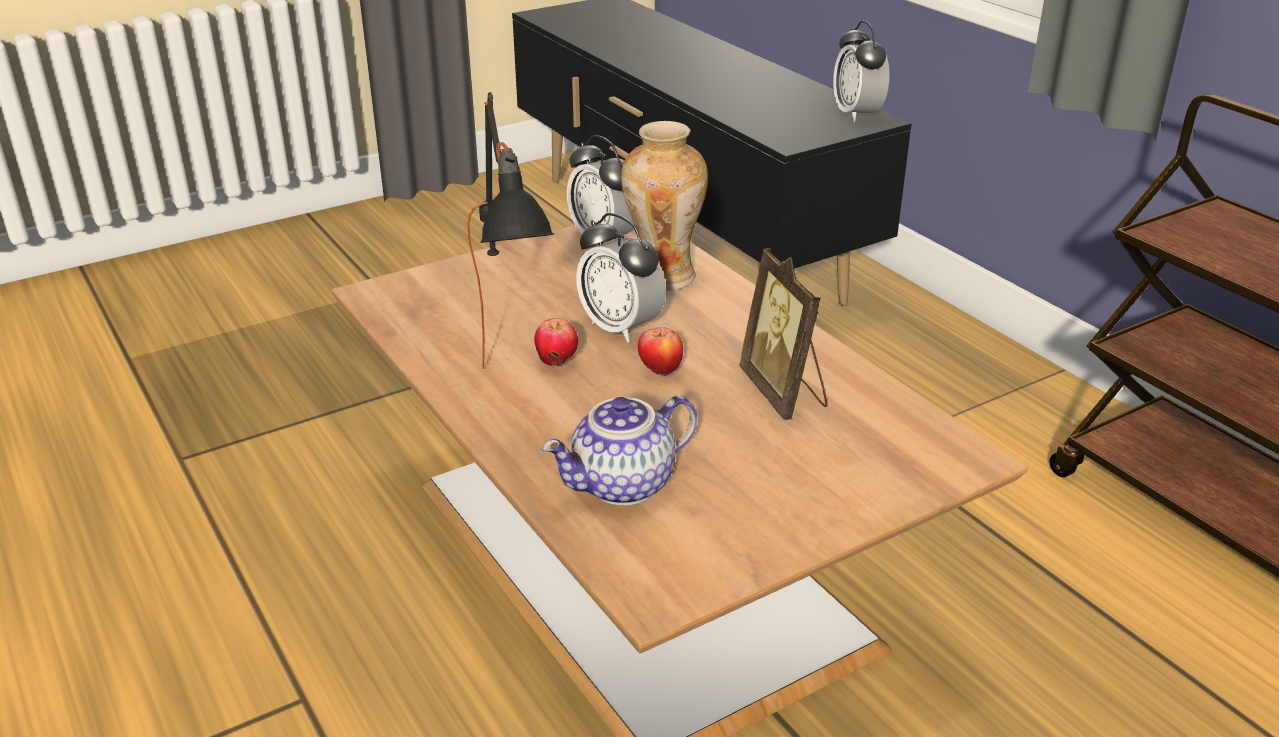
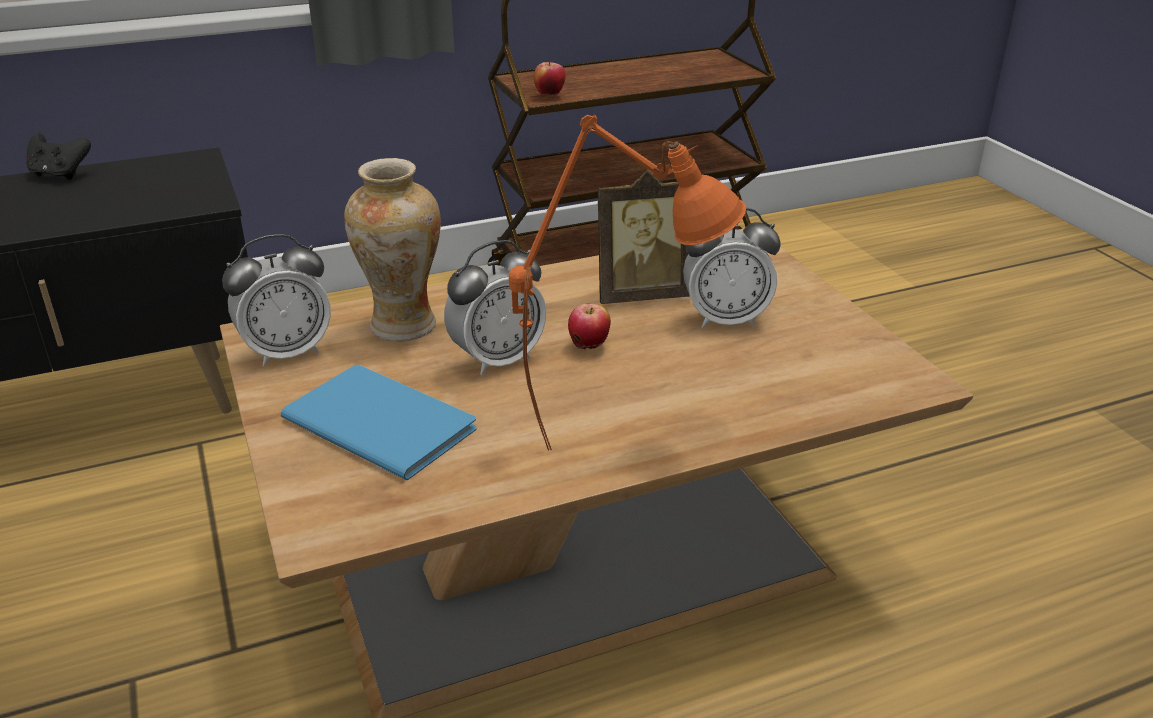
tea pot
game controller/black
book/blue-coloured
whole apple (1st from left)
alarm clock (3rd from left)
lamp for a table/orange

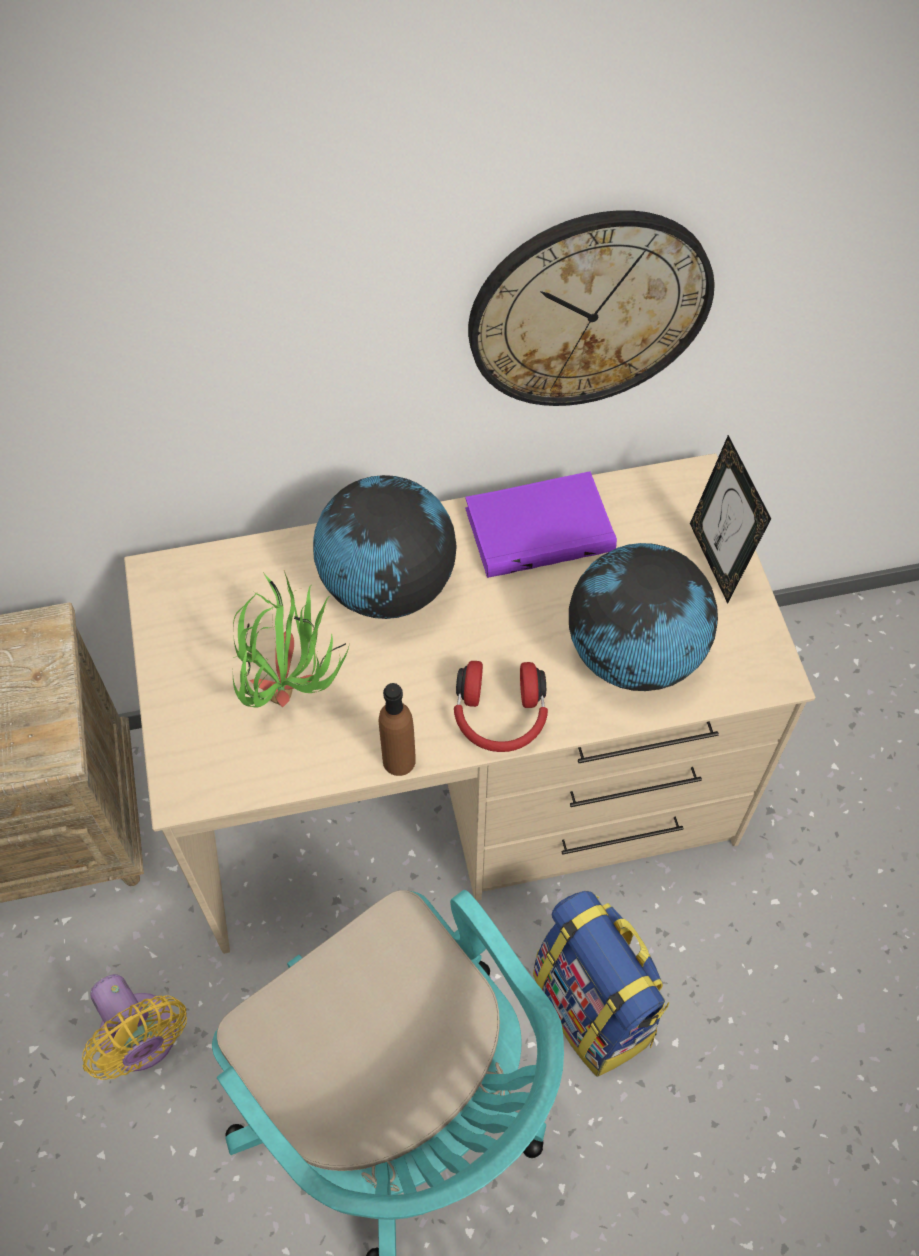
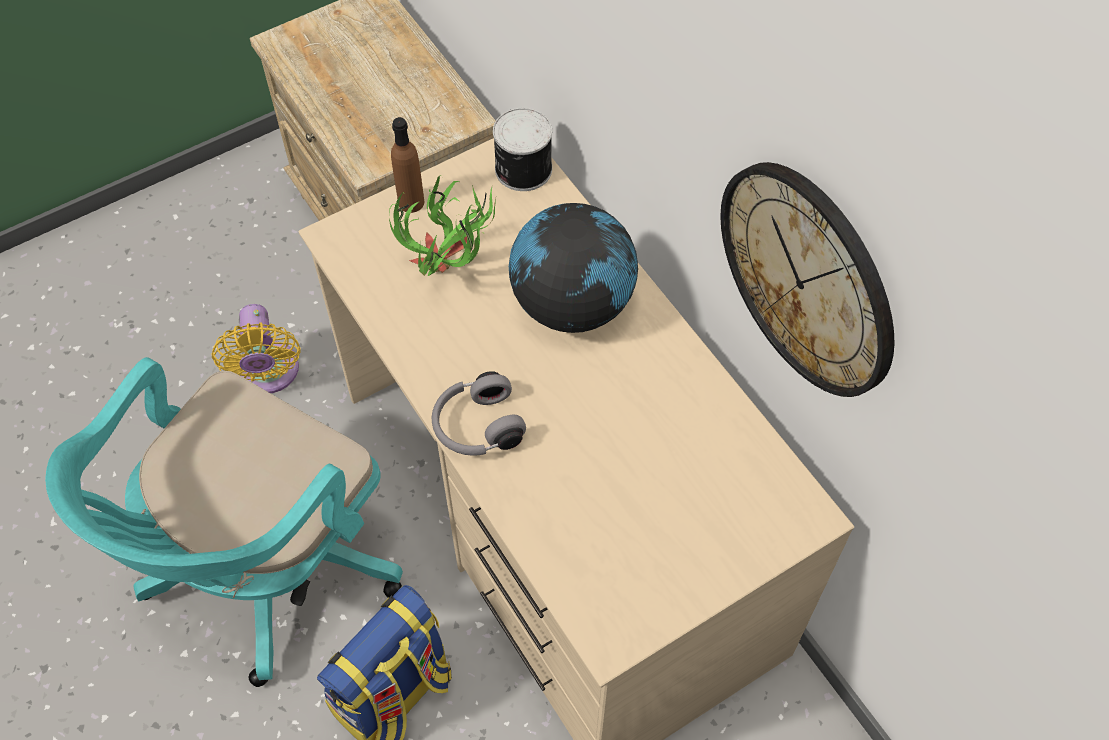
book/purplish
globe (2nd from left in the first image)
picture frame
metal can
beverage bottle/brown-coloured
pair of headphones/gray
fan/yellow-coloured

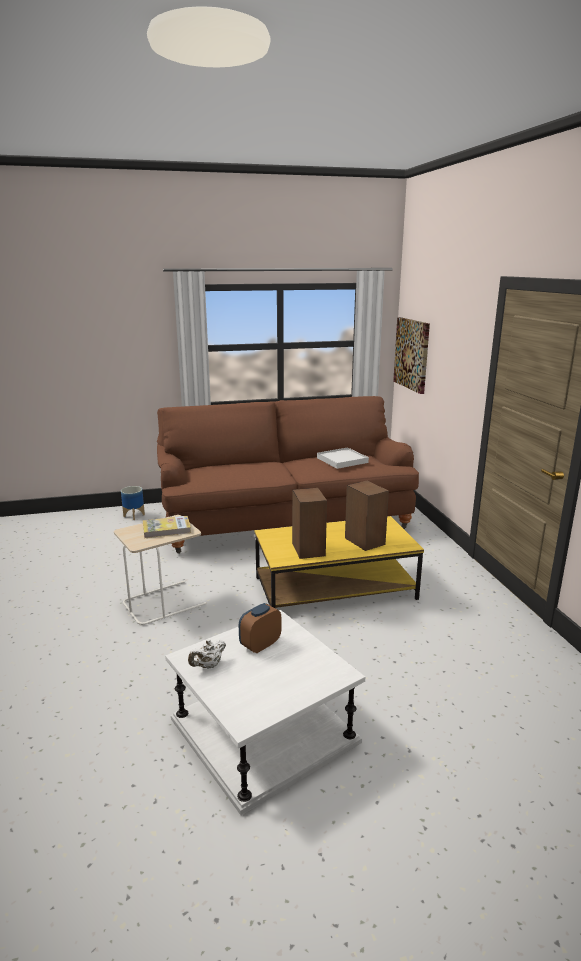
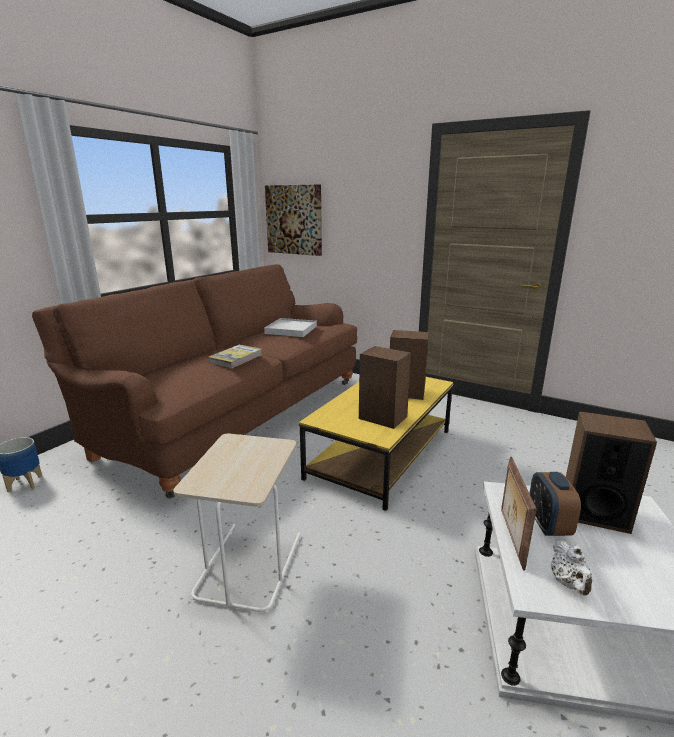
picture frame
audio speaker (3rd from left)
book

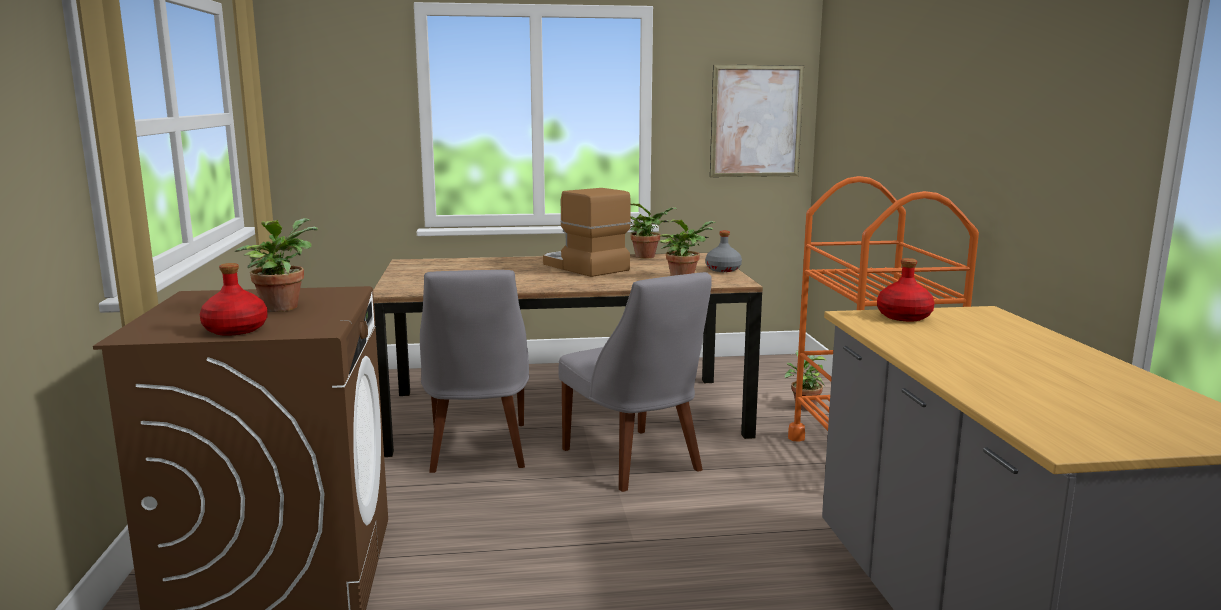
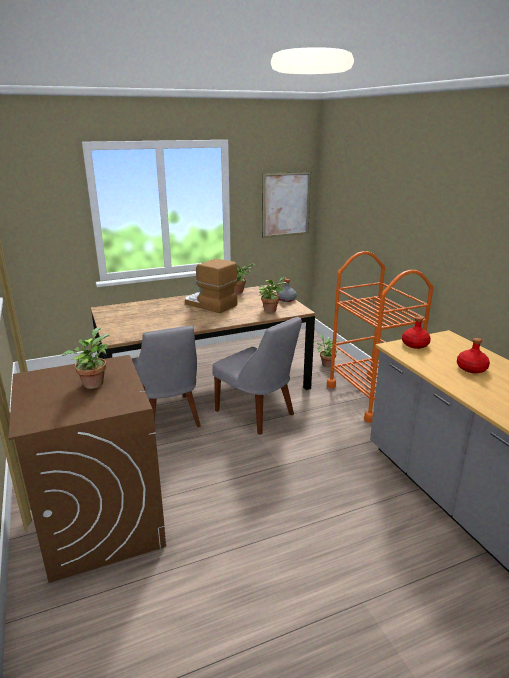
beverage bottle/red-coloured (2nd from left)

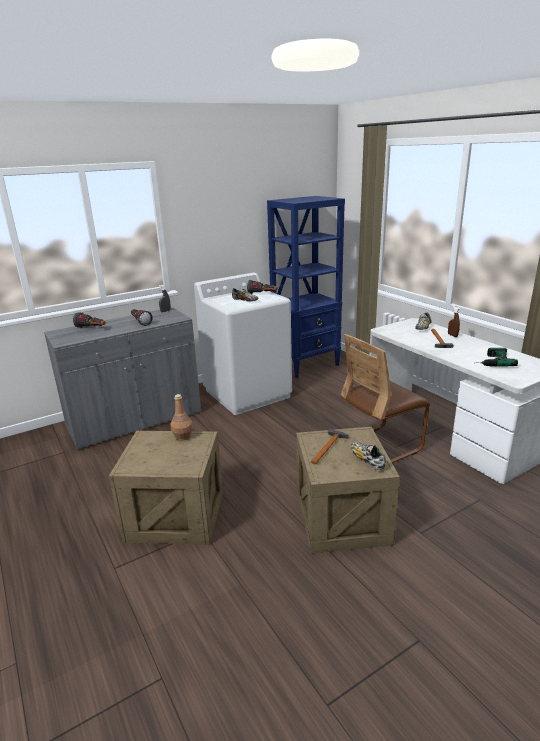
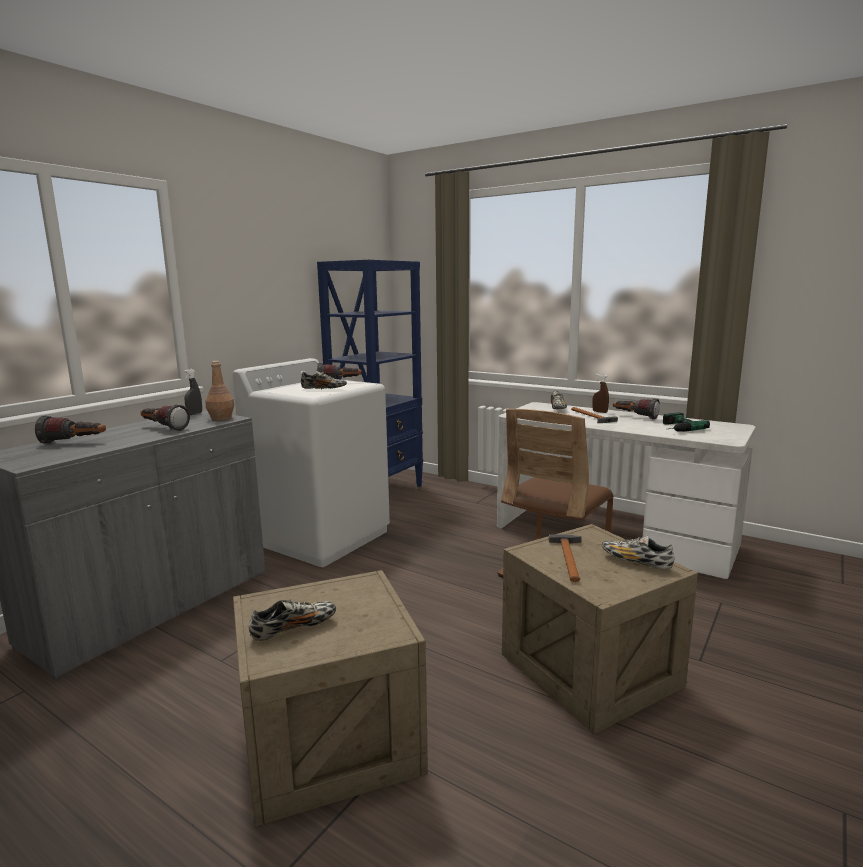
low shoe (1st from left)
hand torch (4th from left)
beverage bottle/brown-coloured

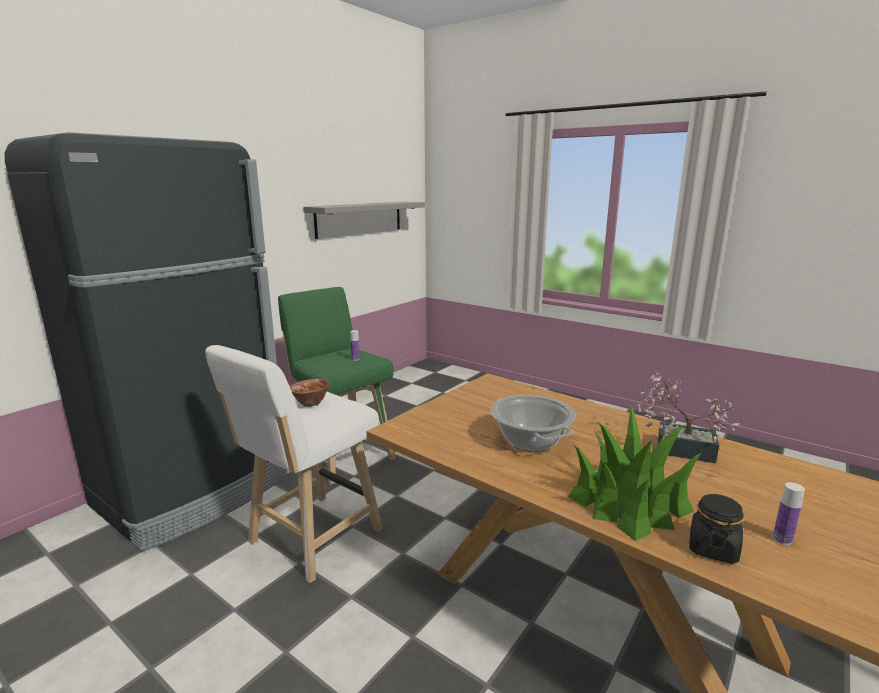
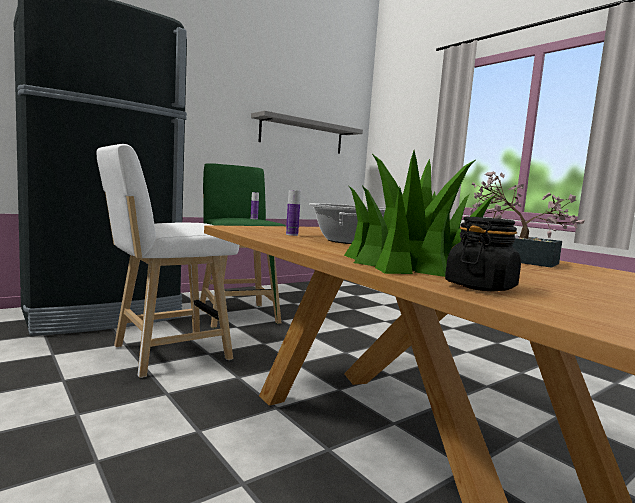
bowl
beverage bottle (2nd from left)

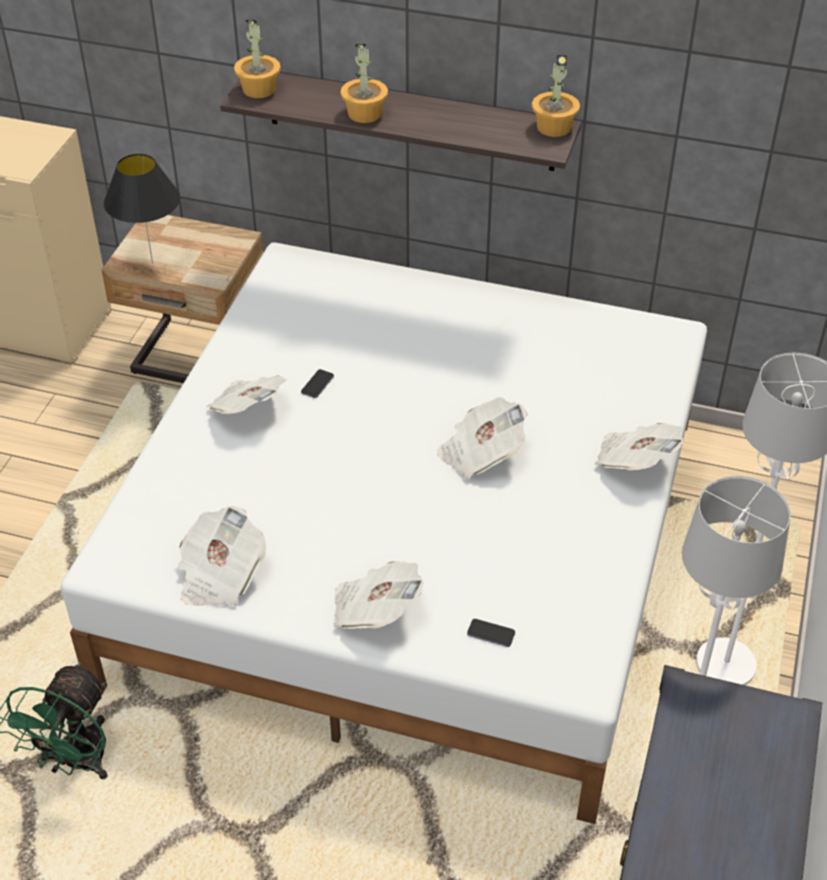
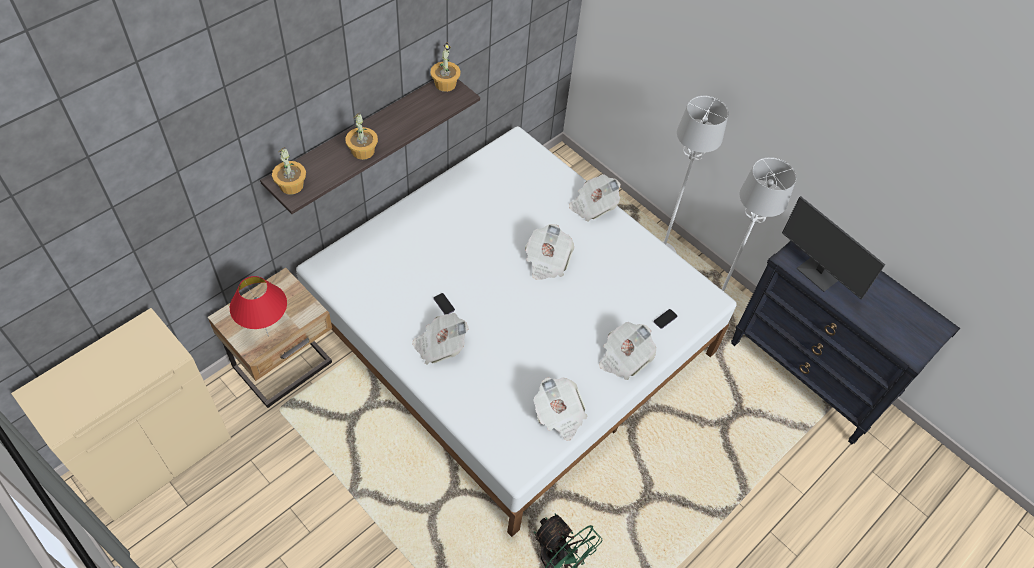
monitor
lamp for a table/red-coloured

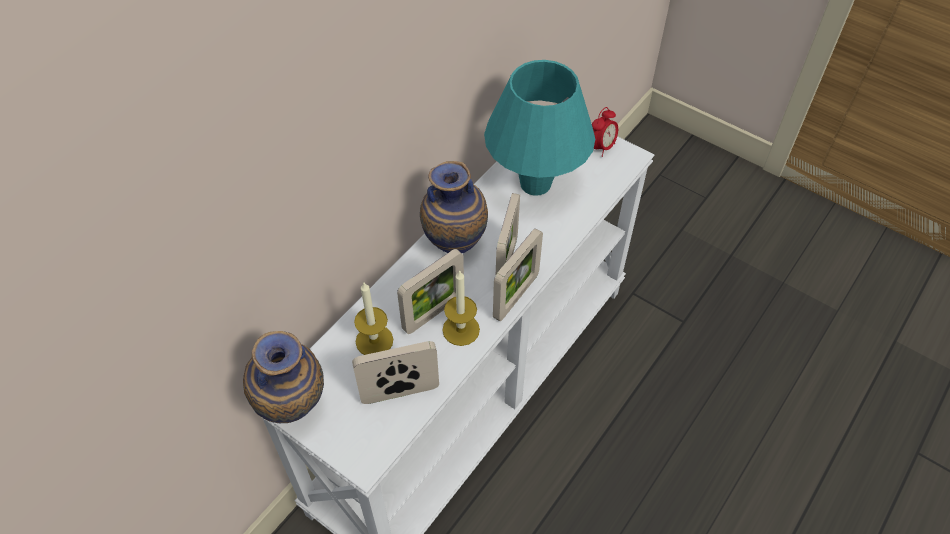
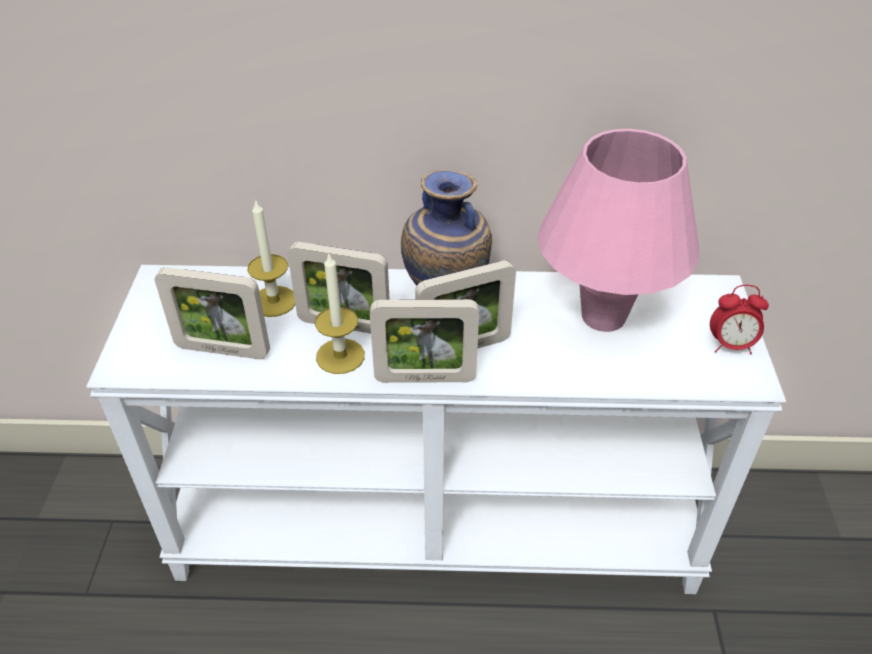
flower vase (1st from left in the first image)
lamp for a table/pink
picture frame (1st from left)

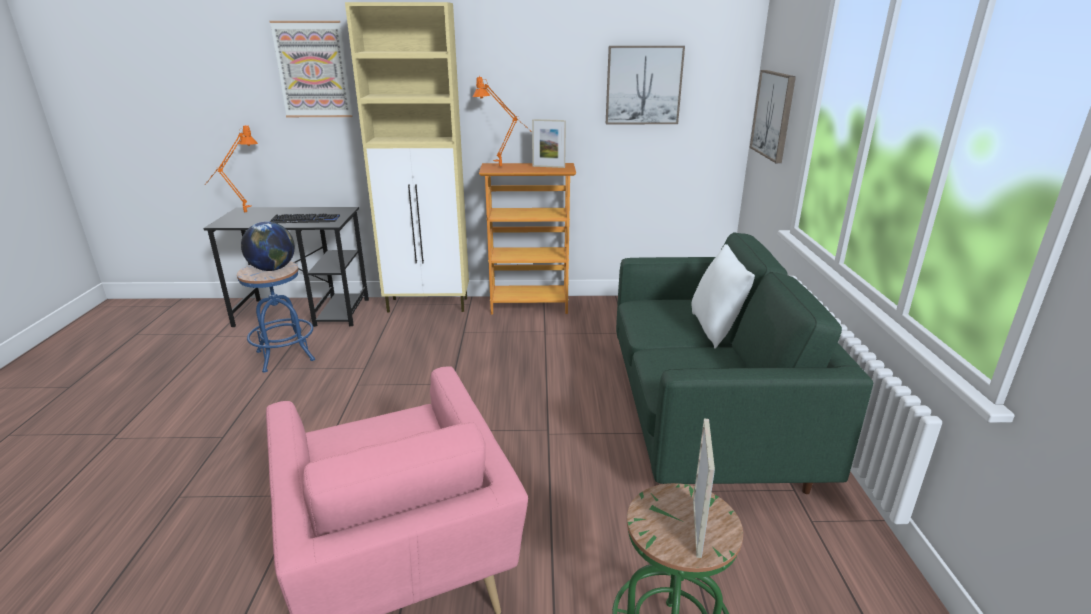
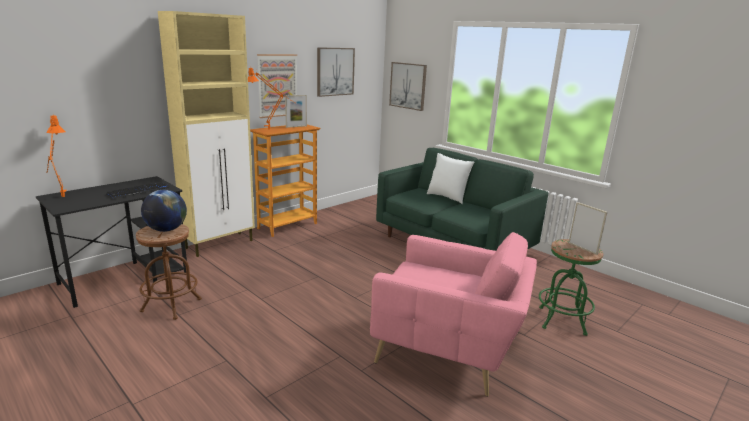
wall picture (1st from left)
stool/brown-coloured

